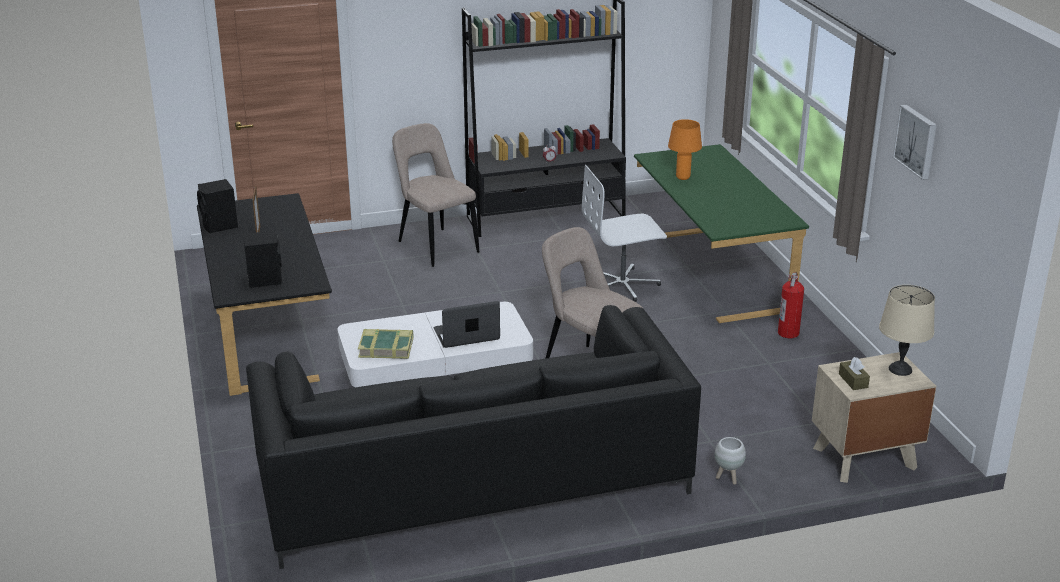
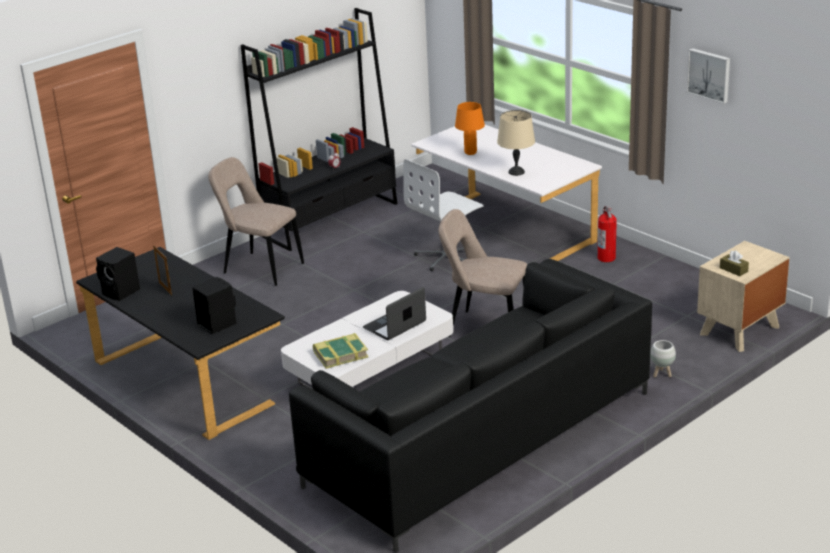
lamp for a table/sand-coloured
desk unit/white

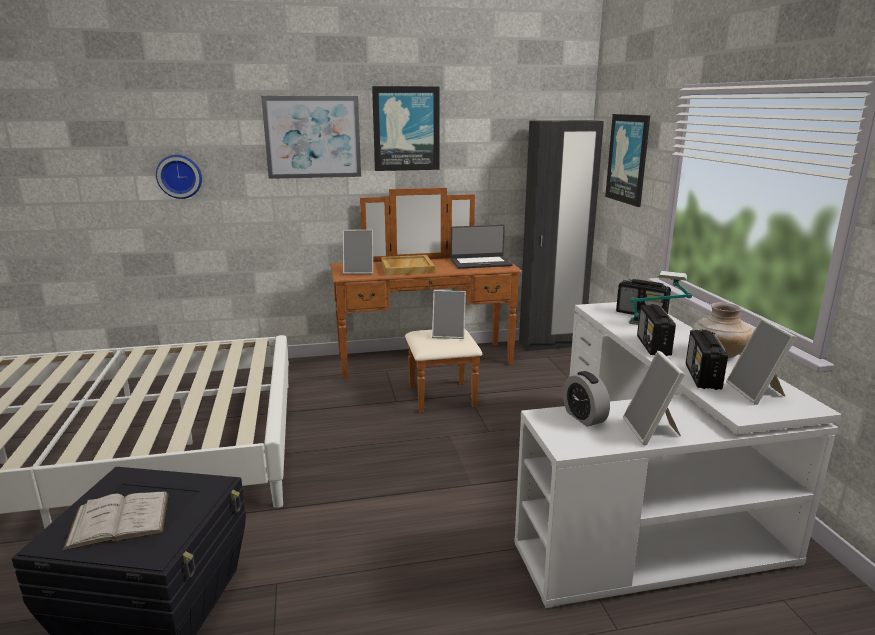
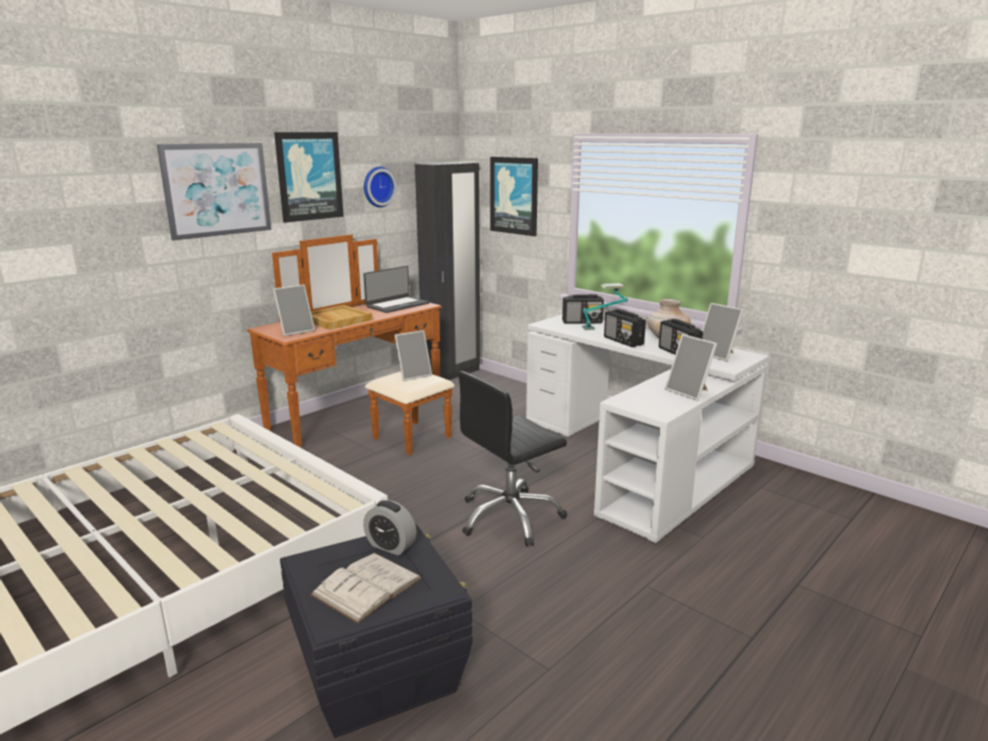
computer chair/black
wall clock
alarm clock

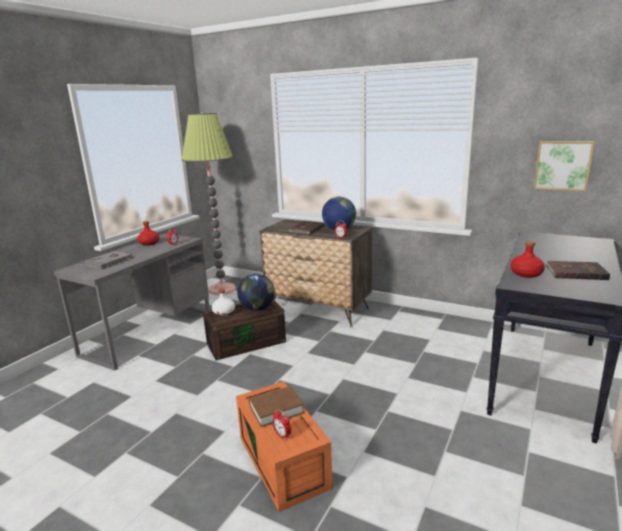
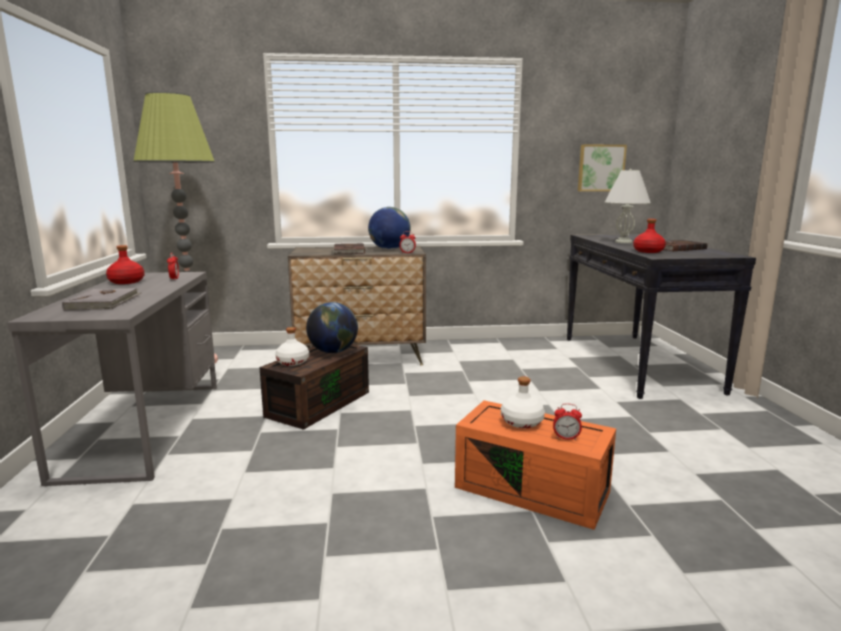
lamp for a table/white
beverage bottle/white (2nd from left)

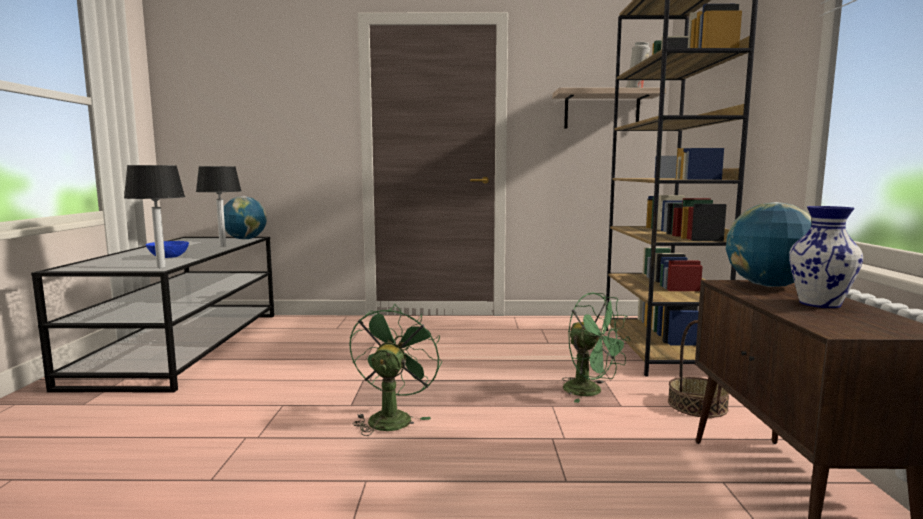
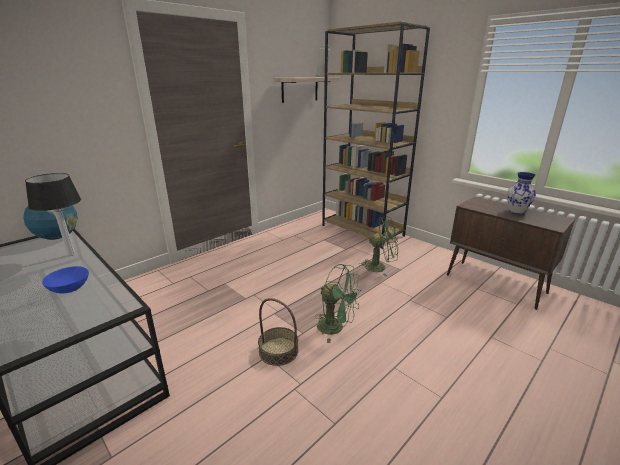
lamp for a table (1st from left in the first image)
globe (2nd from left in the first image)
household basket
fan/green-coloured (1st from left)

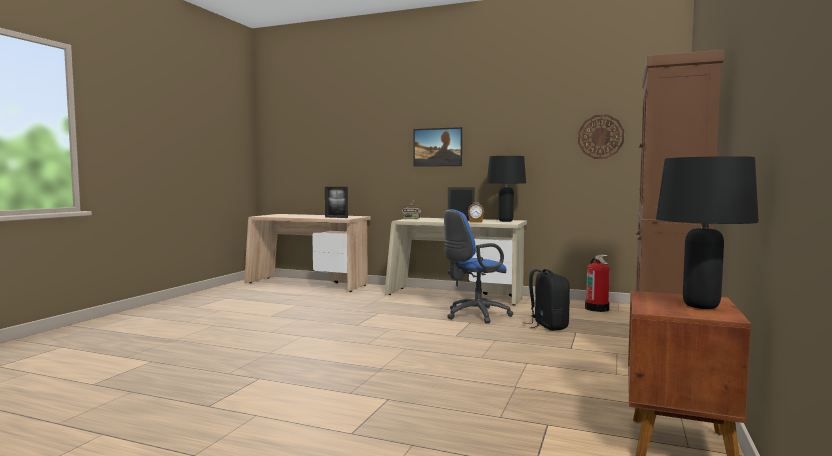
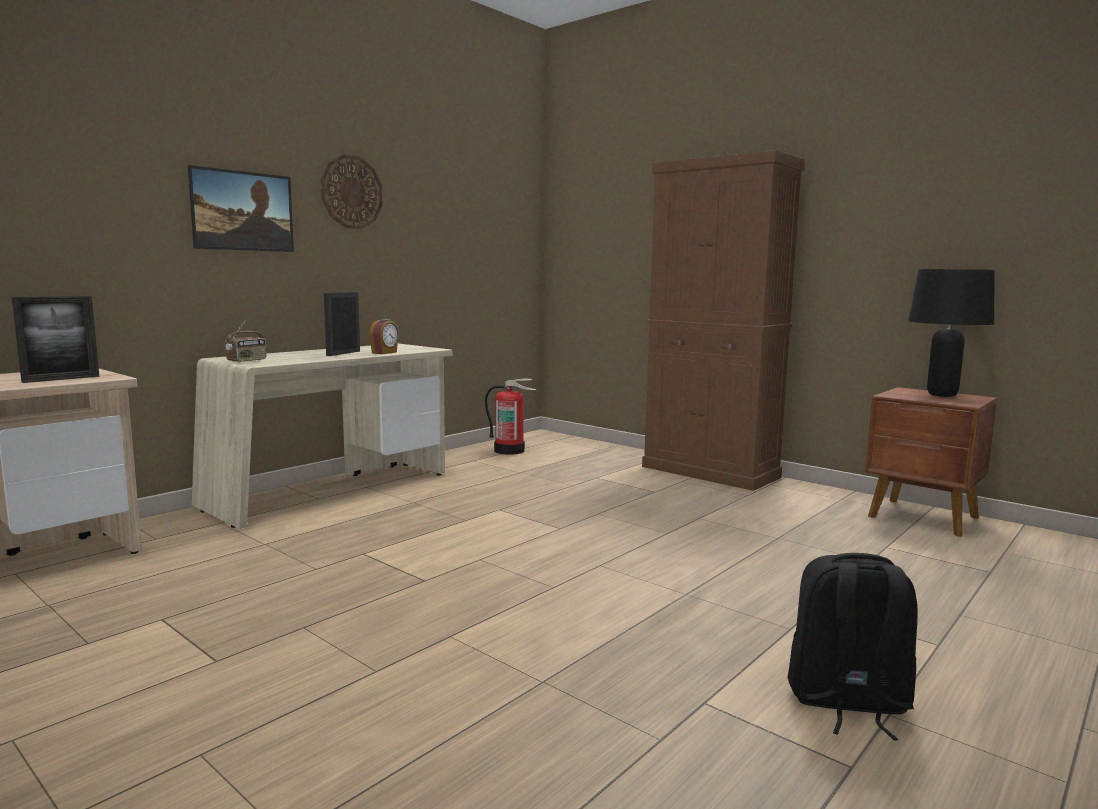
computer chair/blue-coloured
lamp for a table/black (1st from left in the first image)
knapsack/black
wall clock

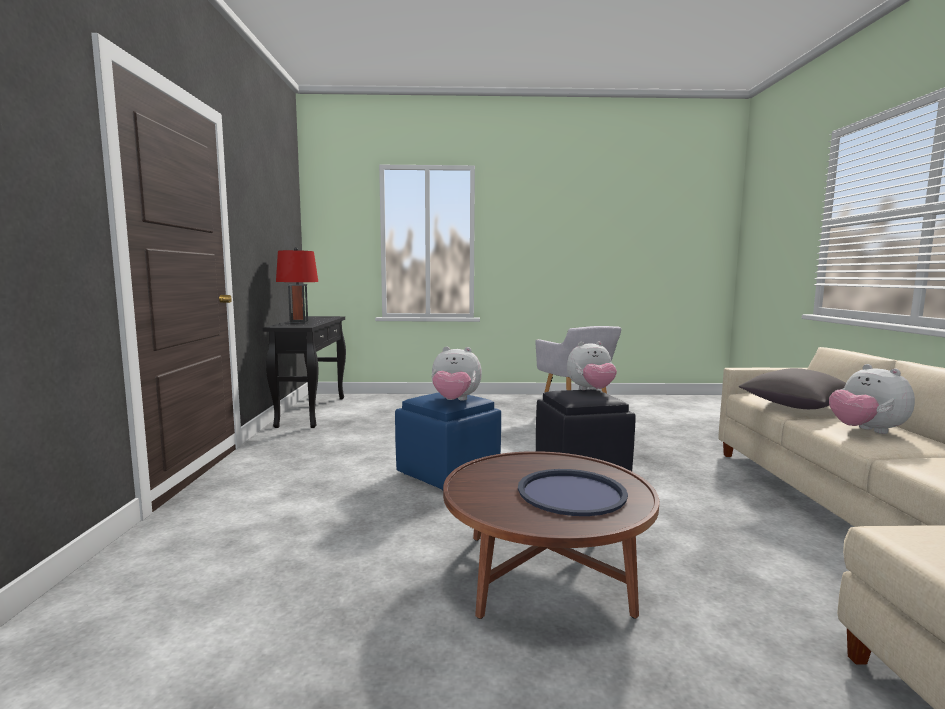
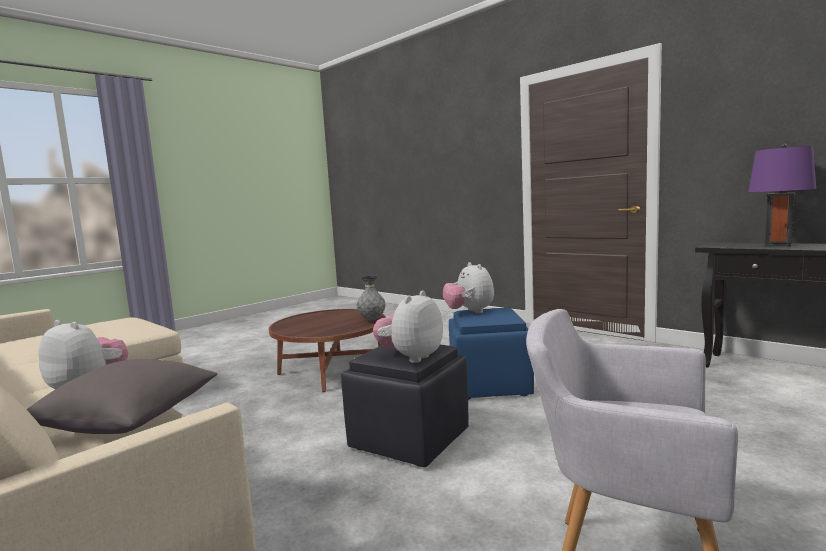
carrying tray/blue-coloured
flower vase/gray
lamp for a table/purplish
plush toy (3rd from left)

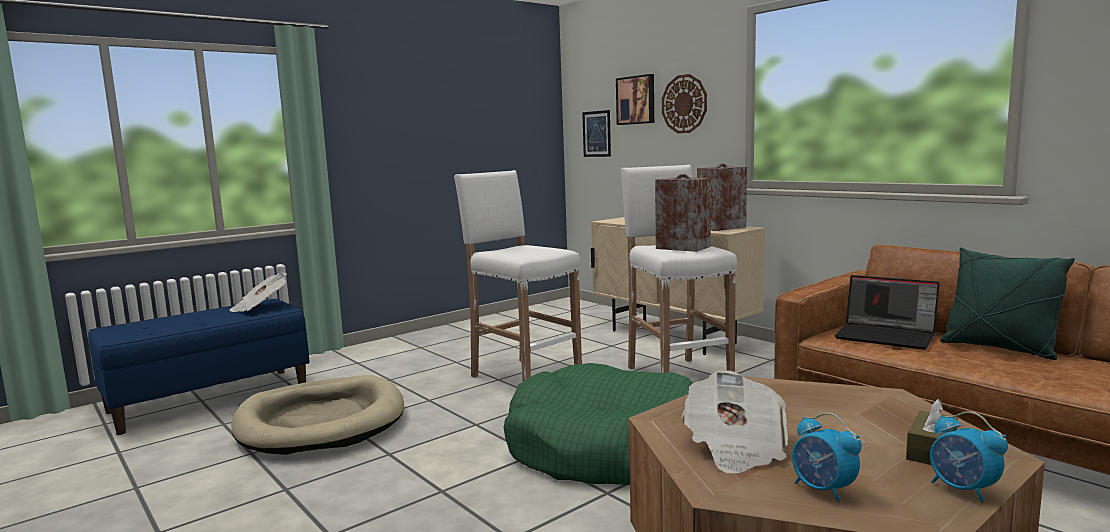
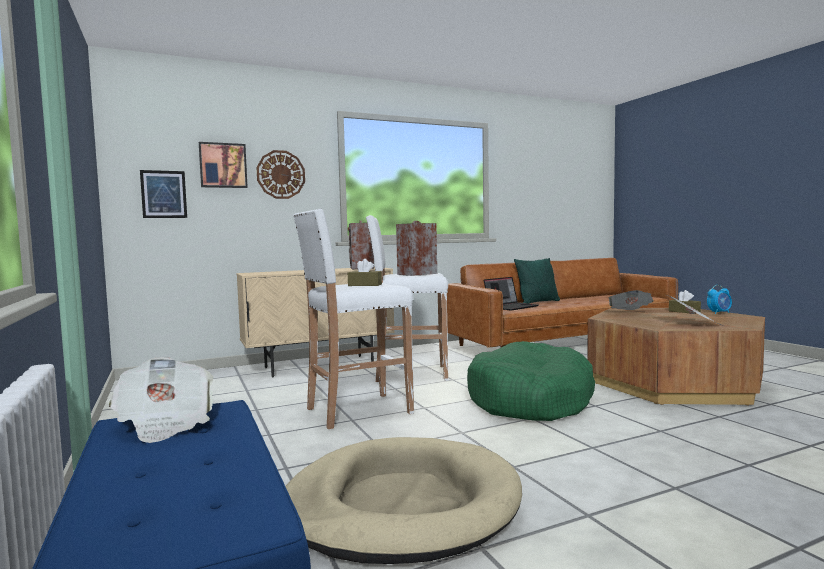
alarm clock (1st from left in the first image)
tissue box/brown-coloured (1st from left)
daily paper (2nd from left)

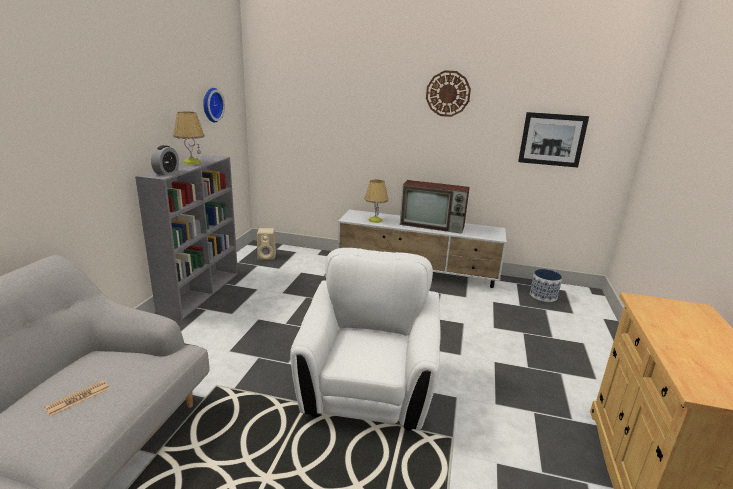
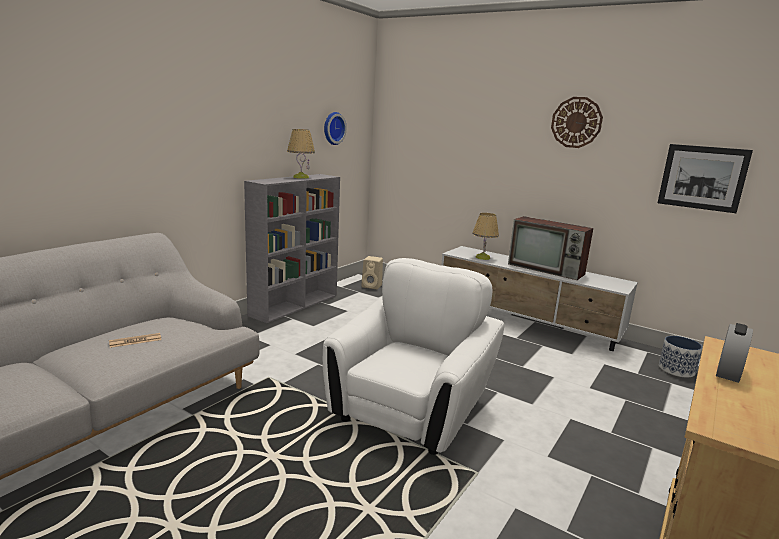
alarm clock

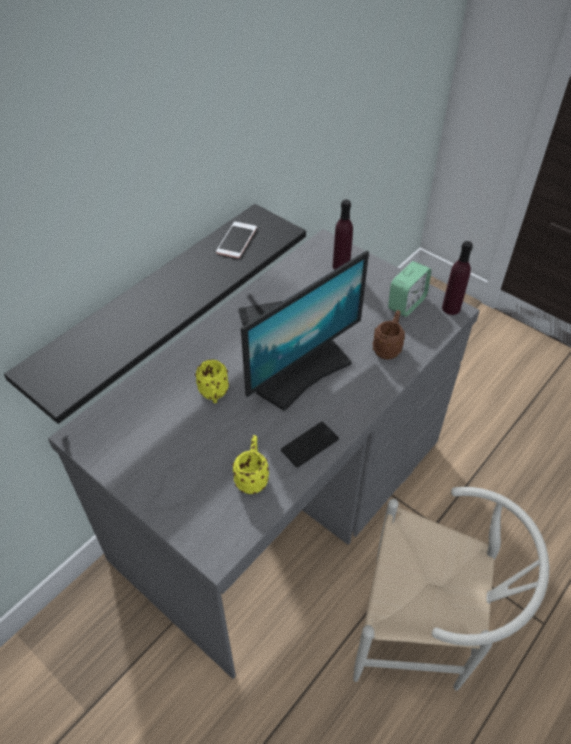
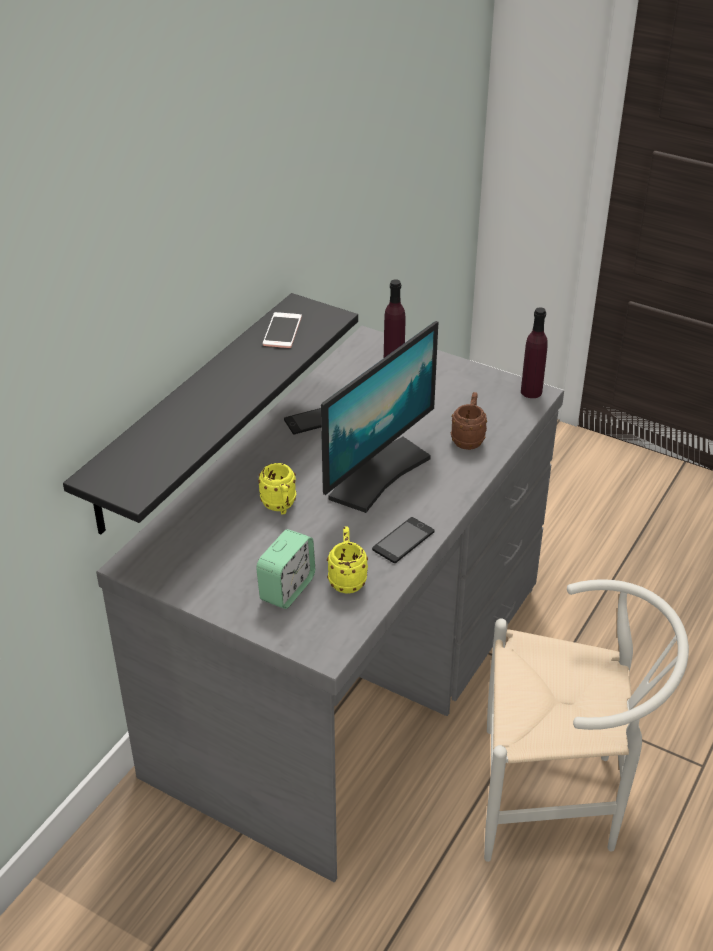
alarm clock

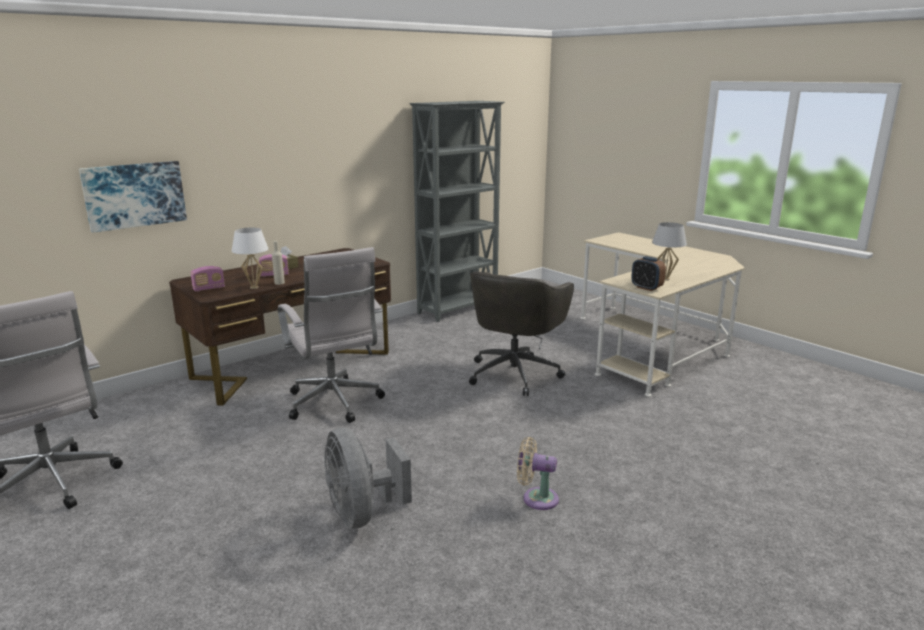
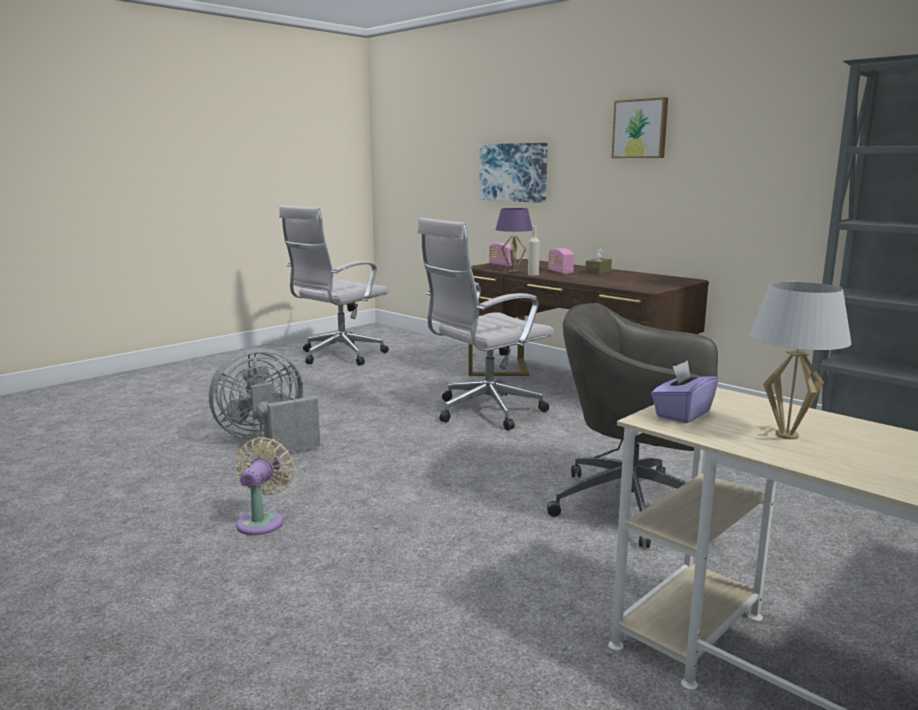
wall picture (2nd from left)
tissue box/purplish
lamp for a table/purplish

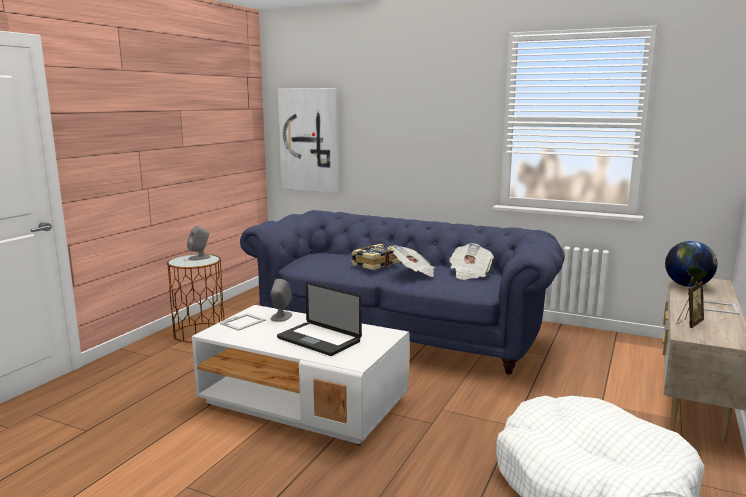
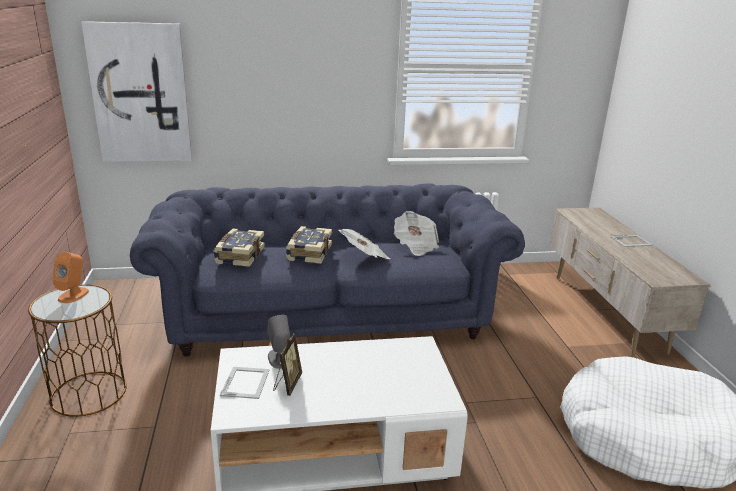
laptop
globe
book (1st from left)
picture frame (2nd from left)
audio speaker/orange

